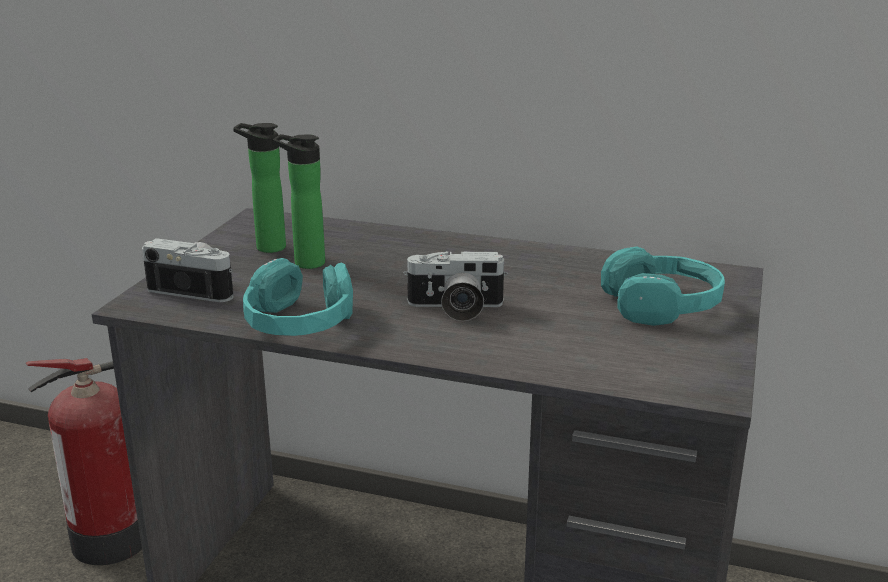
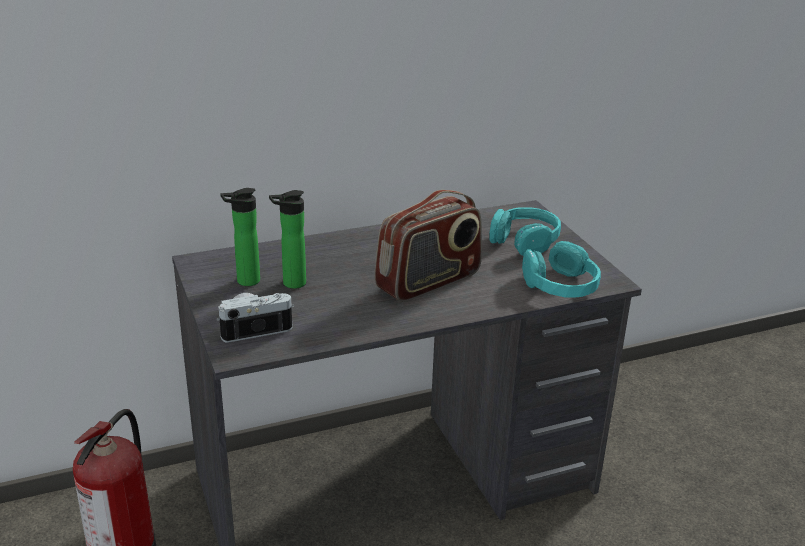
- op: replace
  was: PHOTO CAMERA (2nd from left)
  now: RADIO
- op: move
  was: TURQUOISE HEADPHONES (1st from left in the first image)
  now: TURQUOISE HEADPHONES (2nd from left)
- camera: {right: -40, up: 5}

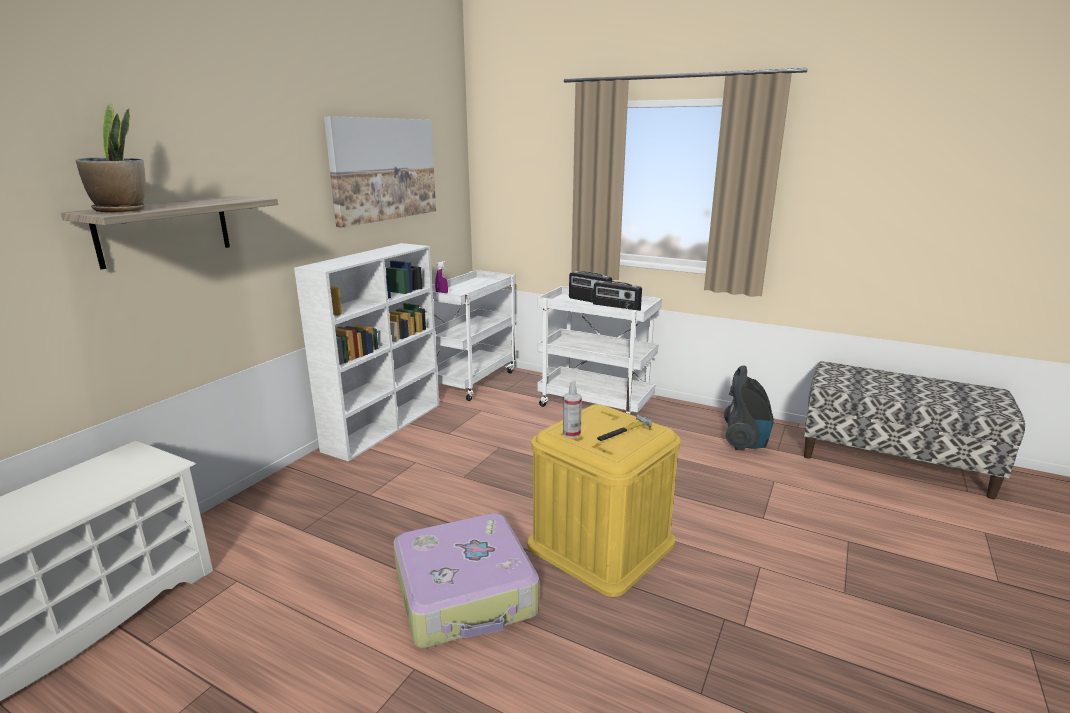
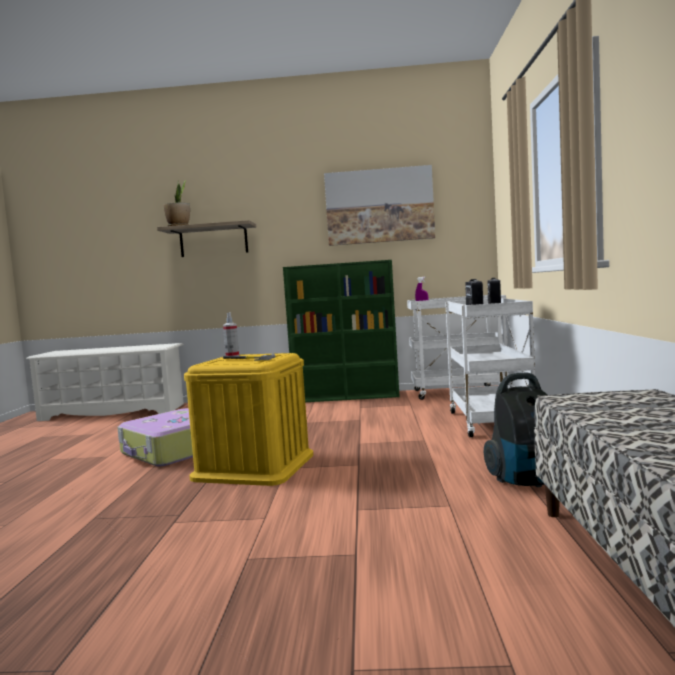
- op: recolor
  was: WHITE BOOKCASE
  now: GREEN BOOKCASE
- camera: {right: 65, up: -15}

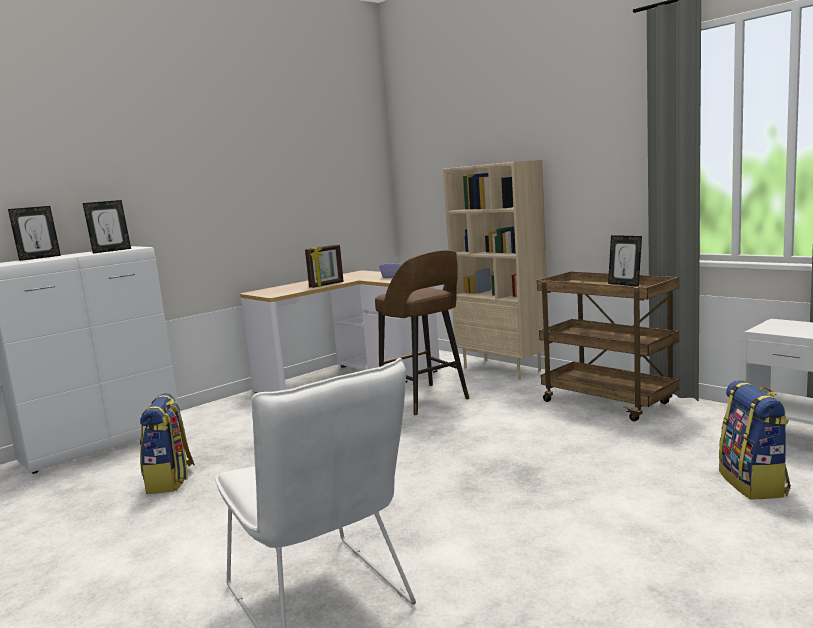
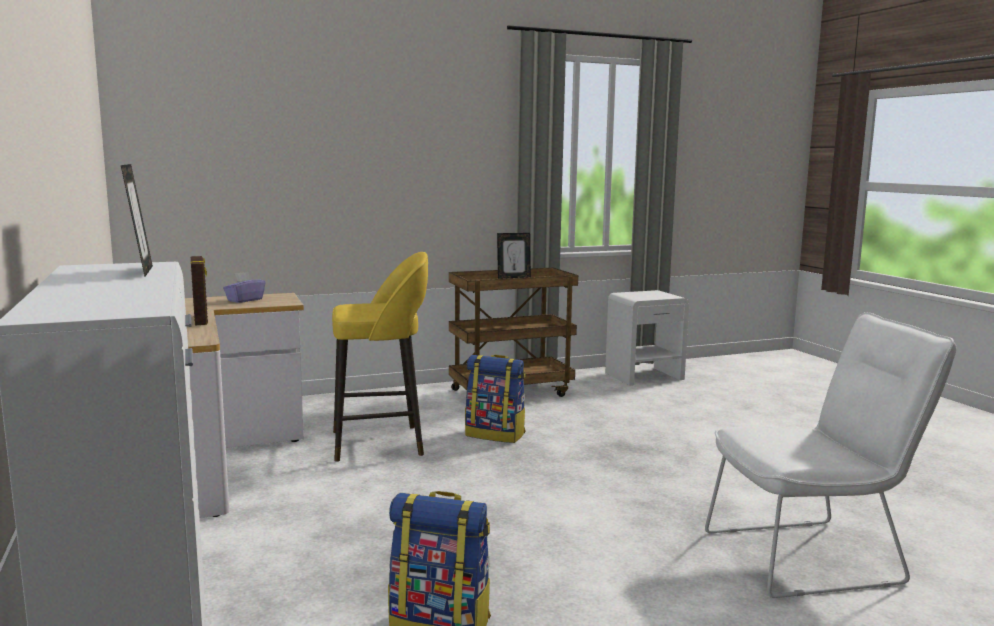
- op: delete
  was: BEIGE BOOKCASE
- op: delete
  was: PICTURE FRAME (1st from left)
- op: recolor
  was: BROWN STOOL
  now: YELLOW STOOL
- op: move
  was: BACKPACK (2nd from left)
- camera: {right: -70, up: 0}

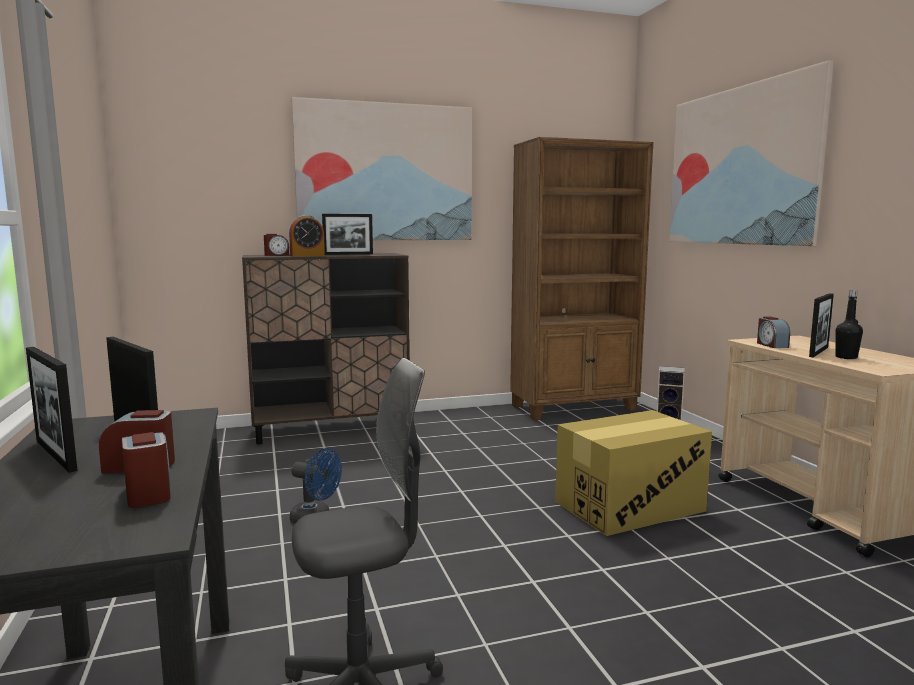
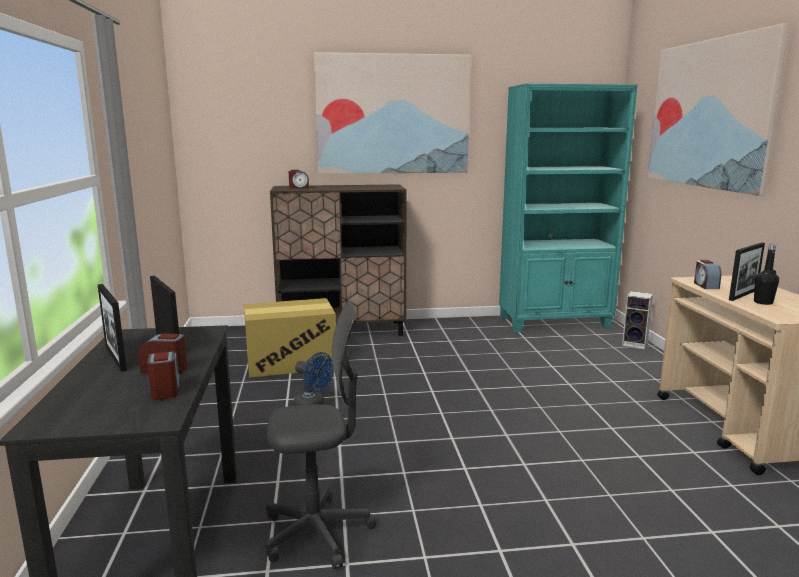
- op: recolor
  was: BROWN BOOKCASE
  now: TURQUOISE BOOKCASE
- op: delete
  was: PICTURE FRAME (3rd from left)
- op: delete
  was: ALARM CLOCK (4th from left)
- op: move
  was: CARDBOARD BOX
- camera: {right: 10, up: 5}

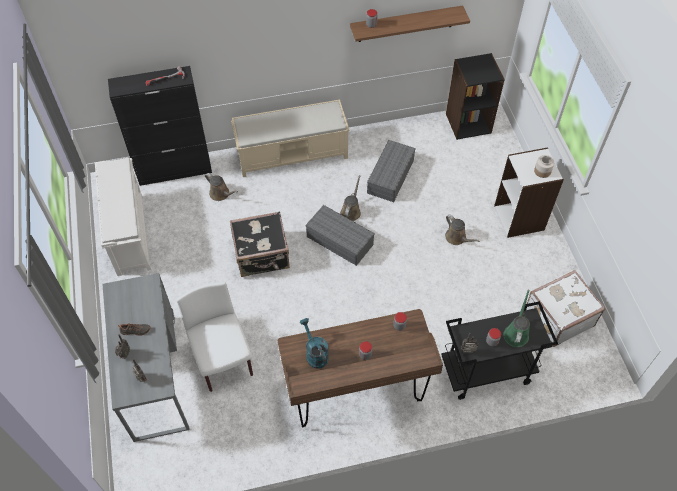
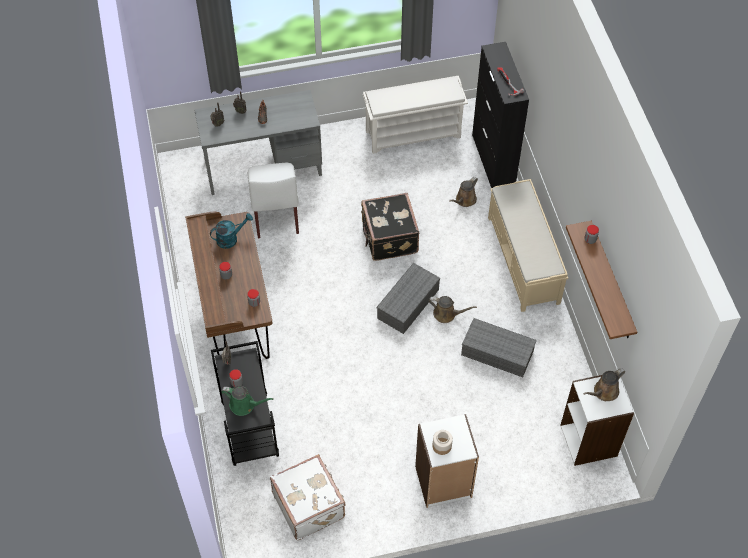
- op: recolor
  was: BLACK BOOKCASE
  now: WHITE BOOKCASE (2nd from left)
- op: move
  was: BROWN WATERING CAN (3rd from left)
- op: rotate
  was: WHITE CHAIR
  clockwise: 105
- camera: {right: 90, up: 0}

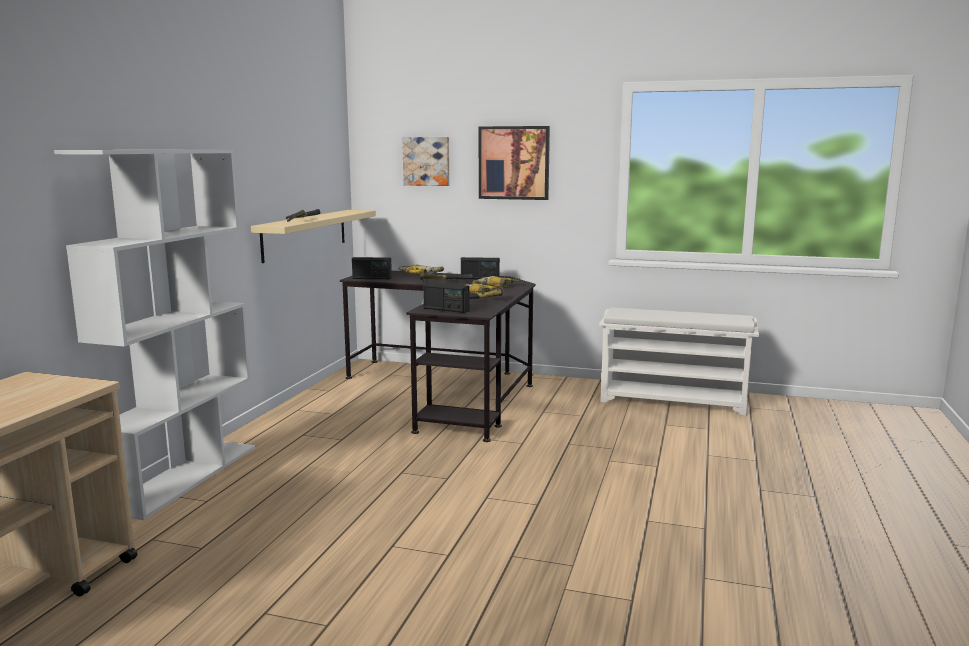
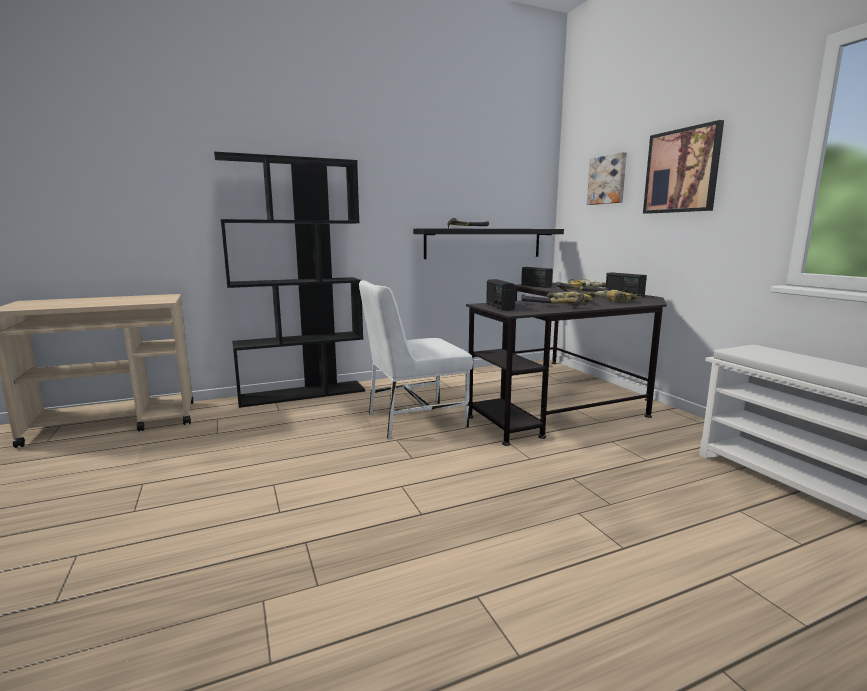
- op: recolor
  was: WHITE BOOKCASE
  now: BLACK BOOKCASE
- op: recolor
  was: BEIGE SHELF
  now: BLACK SHELF
- op: insert
  now: WHITE CHAIR
- camera: {right: 50, up: 0}

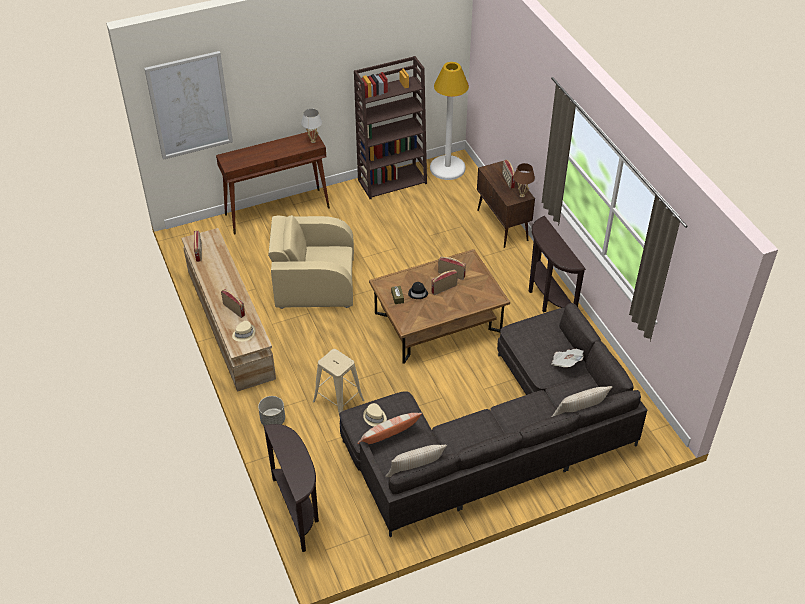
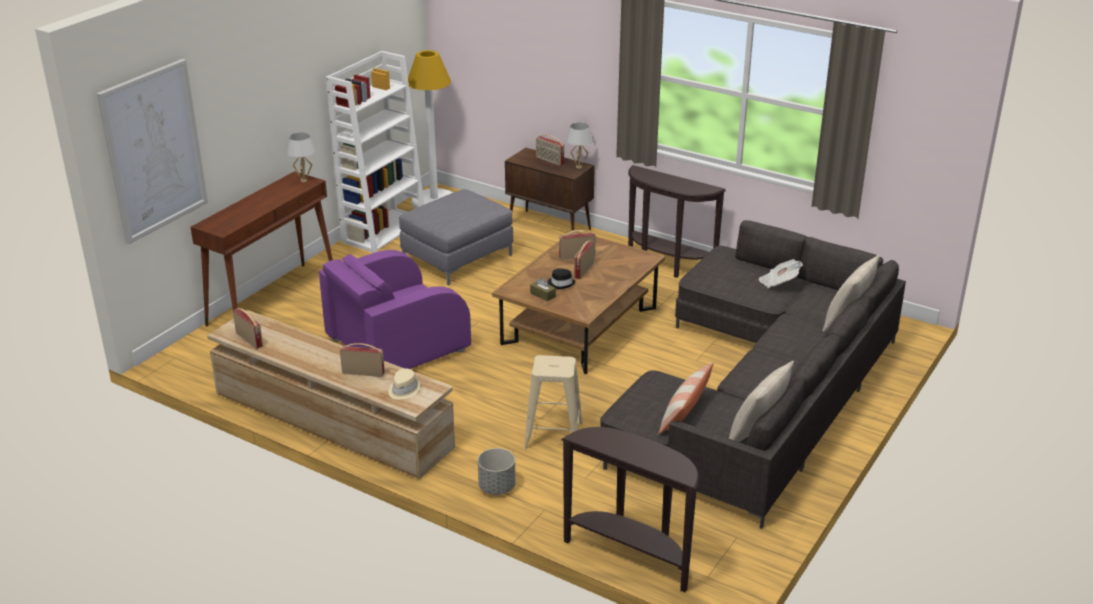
- op: recolor
  was: BROWN BOOKCASE
  now: WHITE BOOKCASE
- op: recolor
  was: BROWN TABLE LAMP
  now: WHITE TABLE LAMP (2nd from left)
- op: recolor
  was: BEIGE ARMCHAIR
  now: PURPLE ARMCHAIR
- op: delete
  was: BEIGE HAT (2nd from left)
- op: insert
  now: GREY OTTOMAN
- camera: {right: -35, up: -15}

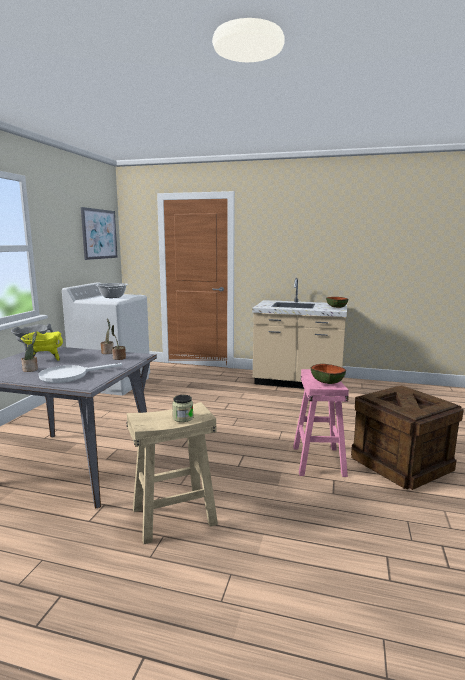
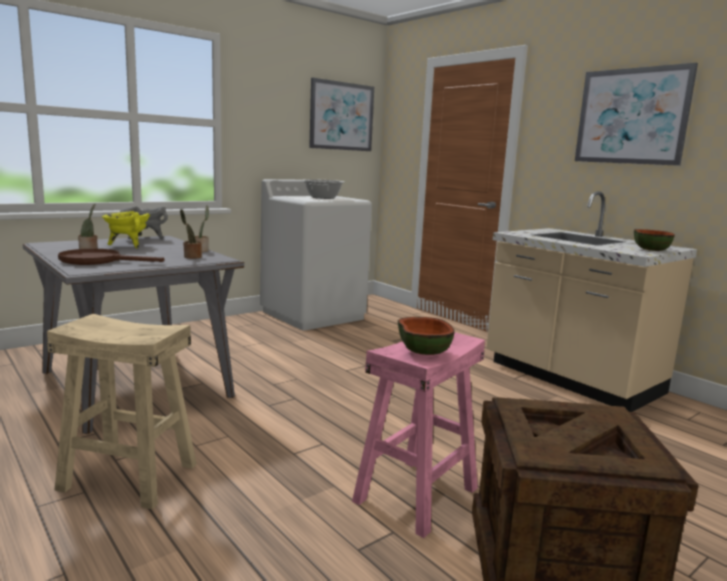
- op: recolor
  was: WHITE FRYING PAN
  now: BROWN FRYING PAN
- op: delete
  was: JAR
- op: insert
  now: PICTURE (2nd from left)
- camera: {right: 35, up: 0}

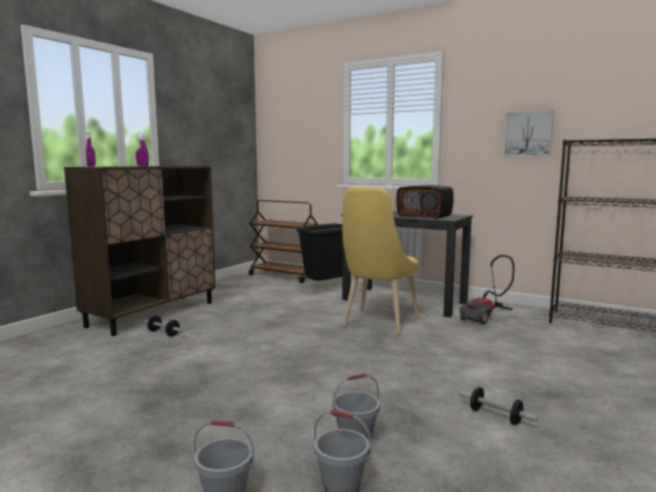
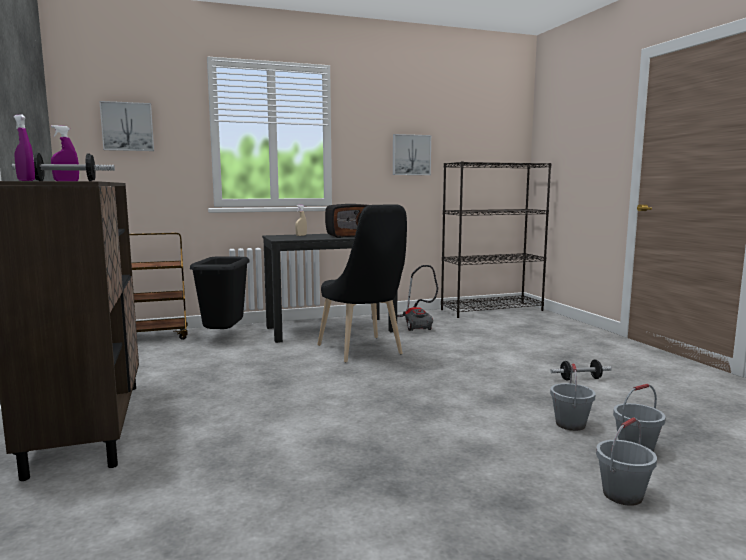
- op: recolor
  was: YELLOW CHAIR
  now: BLACK CHAIR
- op: move
  was: DUMBBELL (1st from left)
- op: insert
  now: PICTURE (1st from left)
- camera: {right: -50, up: 0}

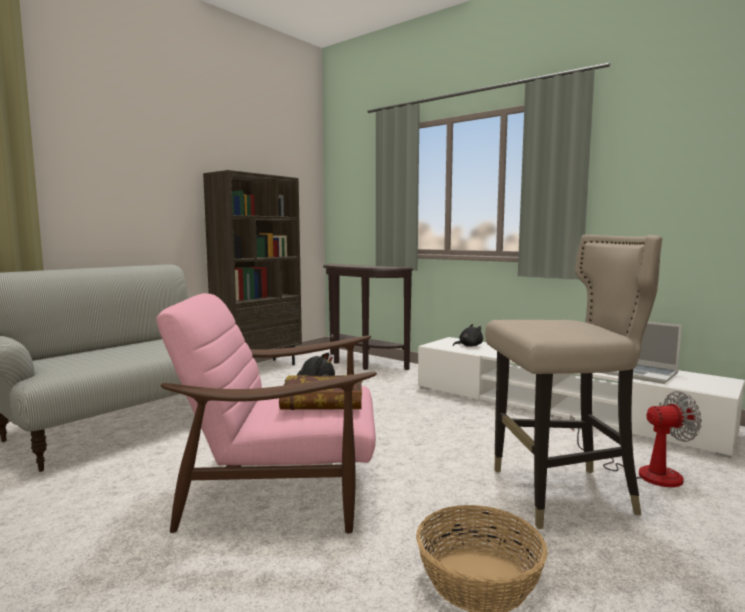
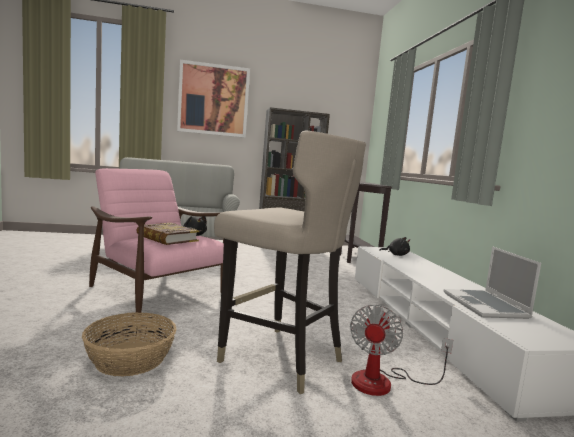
- op: rotate
  was: FAN
  clockwise: 75
- op: insert
  now: PICTURE
- camera: {right: 40, up: 0}

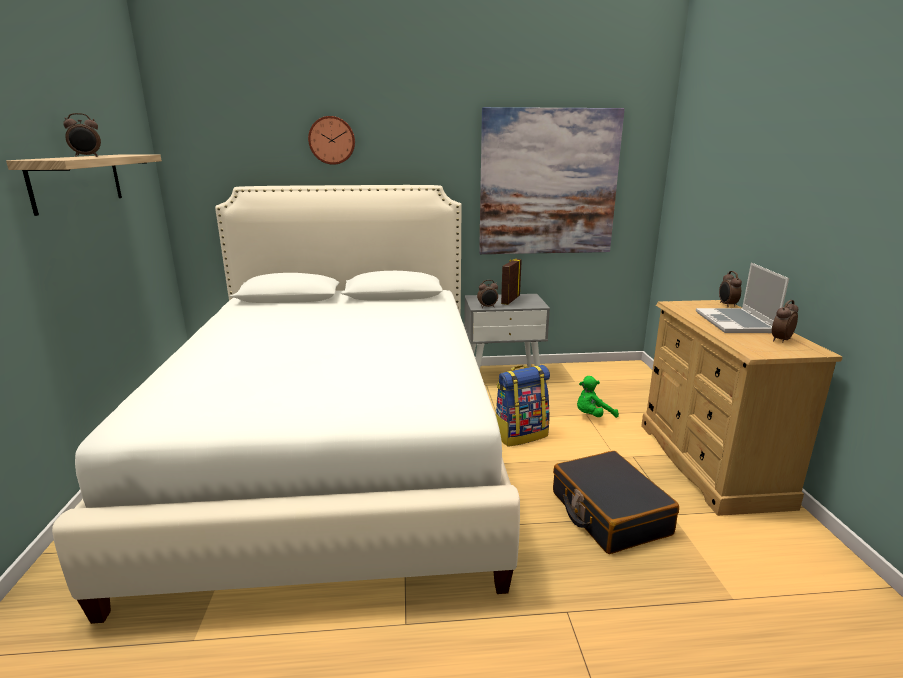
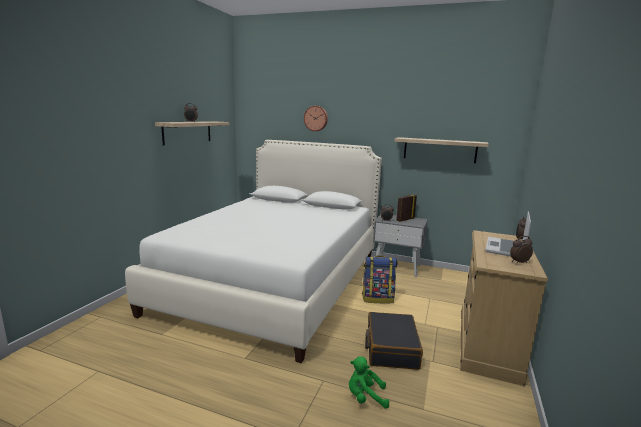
- op: replace
  was: PICTURE
  now: SHELF (2nd from left)
- op: move
  was: GREEN PLUSH TOY
- camera: {right: 25, up: -5}

